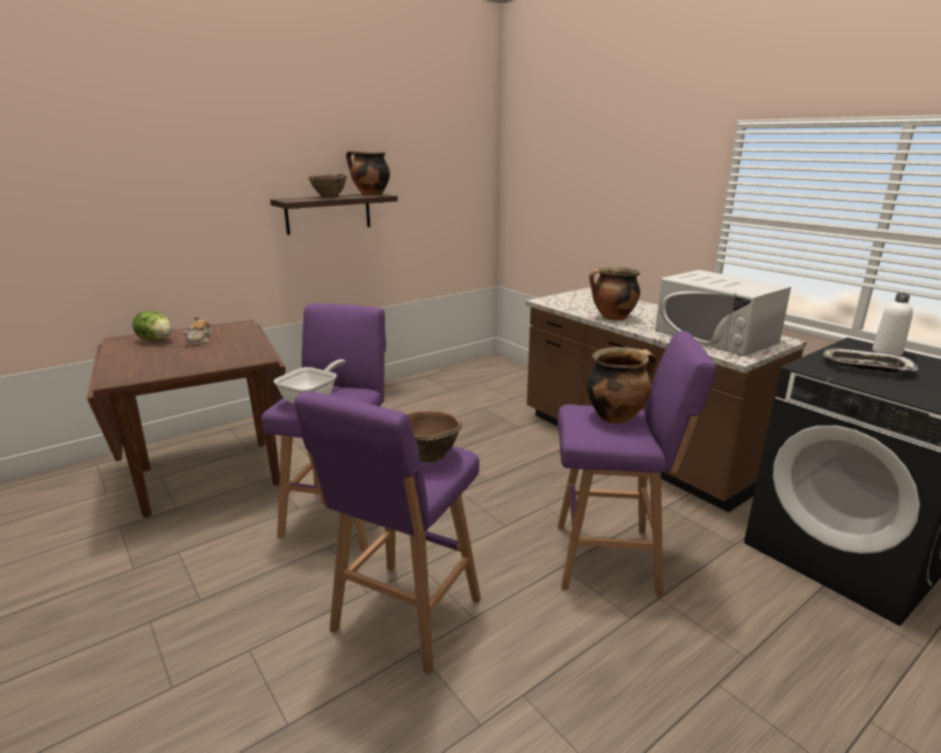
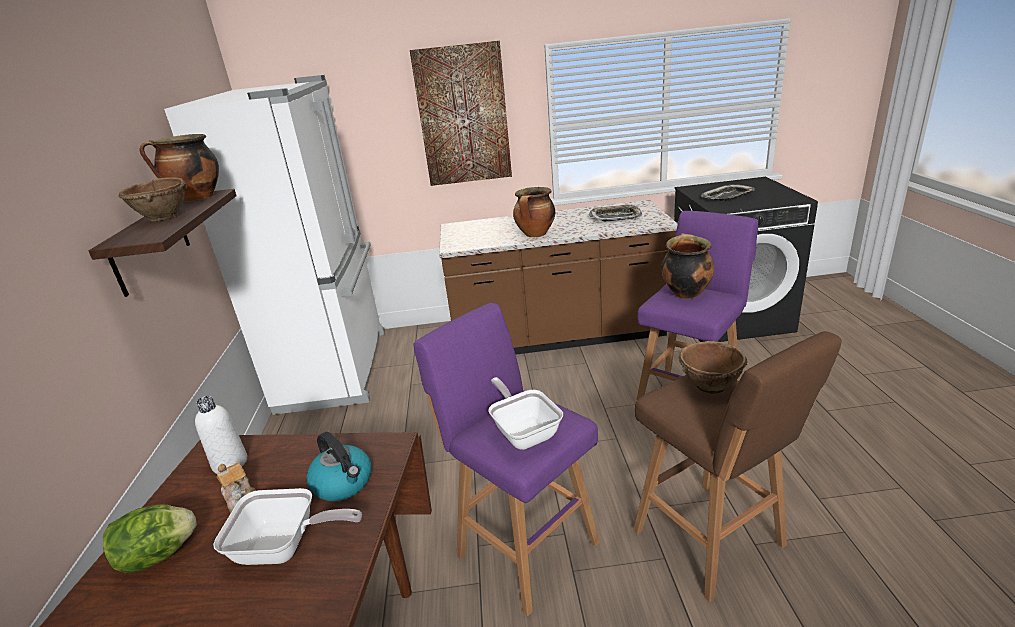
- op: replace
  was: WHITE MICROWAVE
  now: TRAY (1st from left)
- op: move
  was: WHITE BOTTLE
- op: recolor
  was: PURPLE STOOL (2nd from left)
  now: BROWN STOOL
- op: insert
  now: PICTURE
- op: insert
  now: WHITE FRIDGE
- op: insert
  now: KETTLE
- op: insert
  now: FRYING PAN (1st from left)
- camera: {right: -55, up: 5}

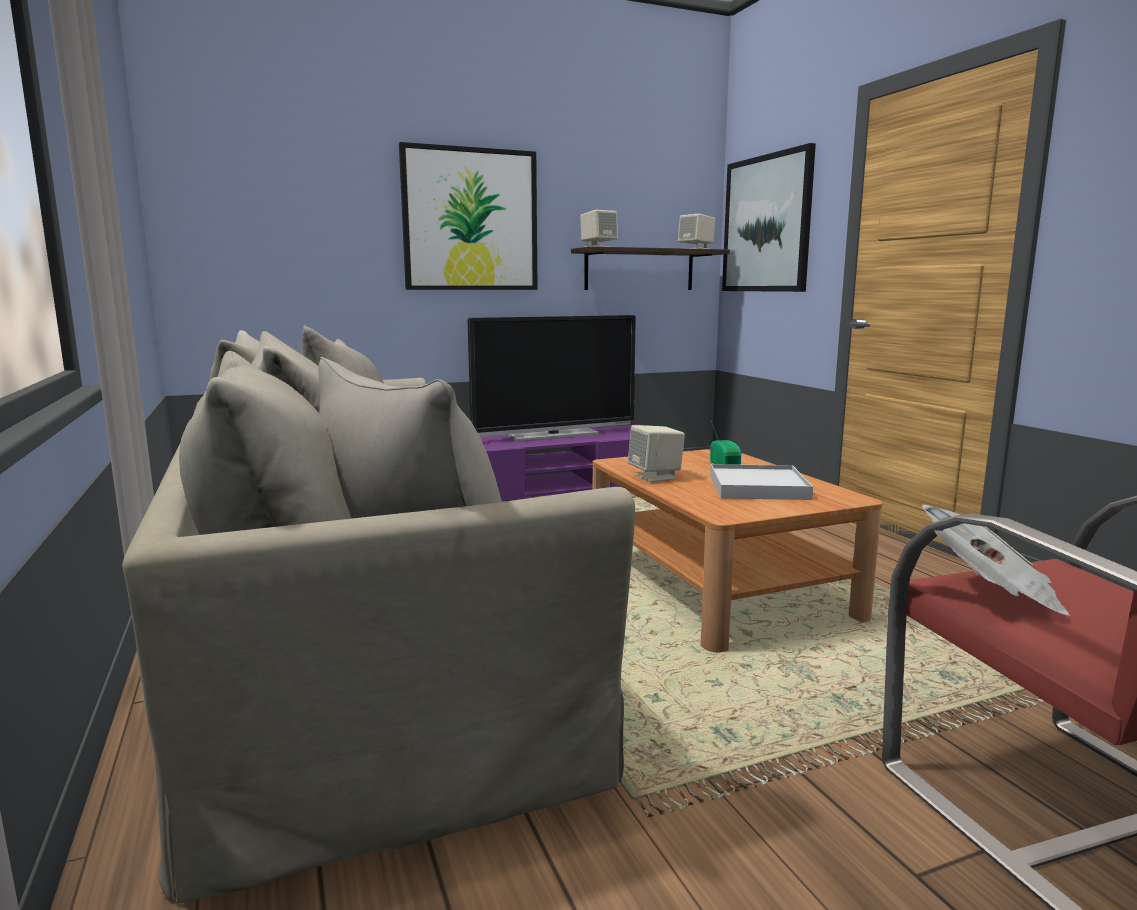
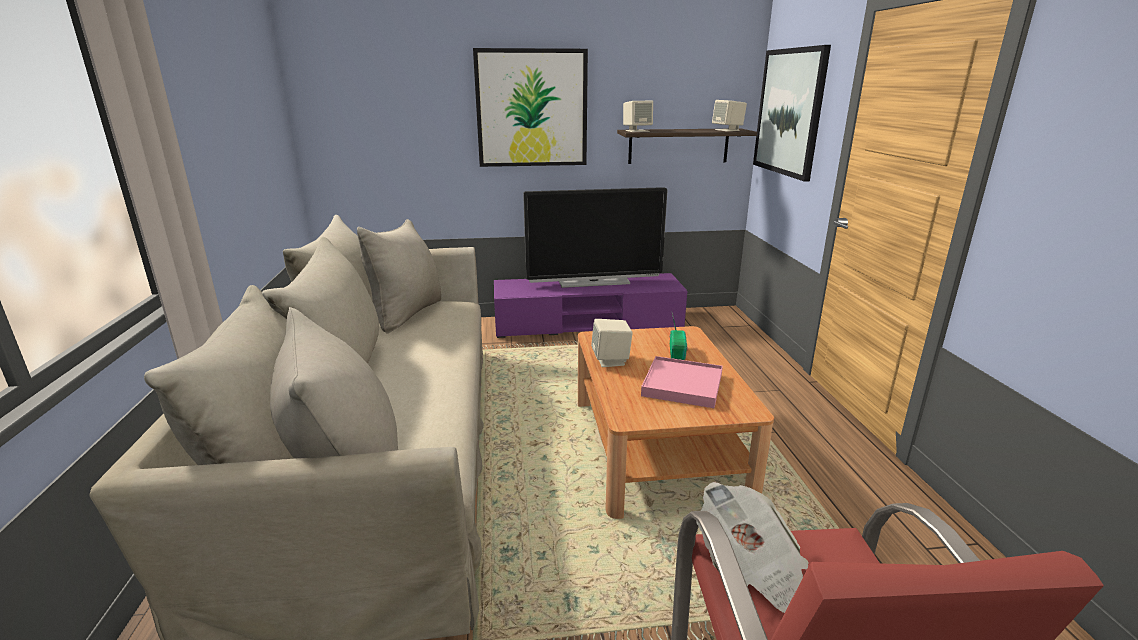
- op: recolor
  was: WHITE TRAY
  now: PINK TRAY
- camera: {right: 15, up: 10}

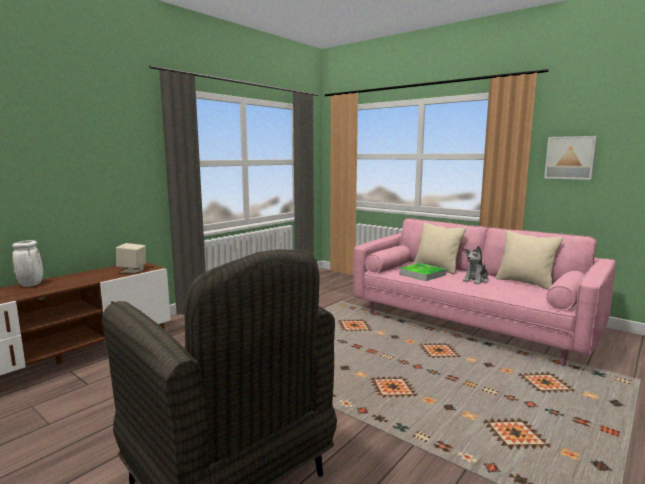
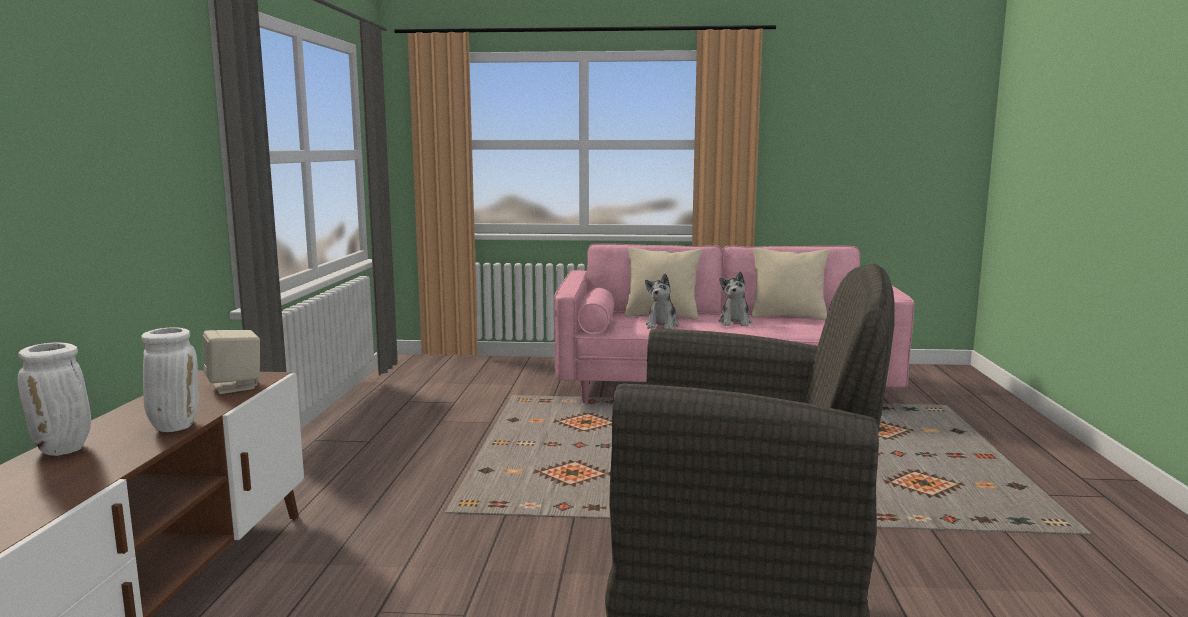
- op: delete
  was: PICTURE
- op: replace
  was: TRAY
  now: PLUSH TOY (1st from left)
- op: insert
  now: WHITE VASE (2nd from left)
- camera: {right: -35, up: 0}

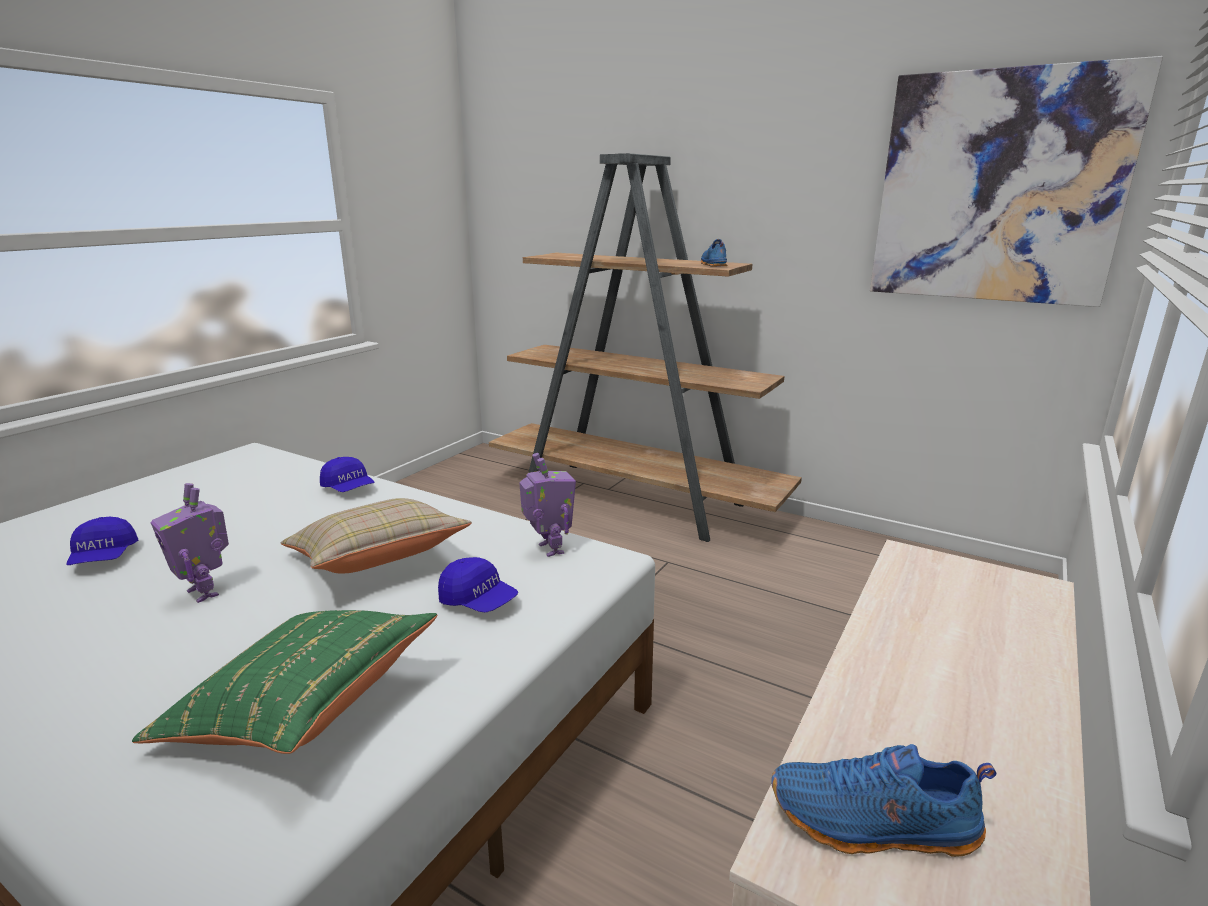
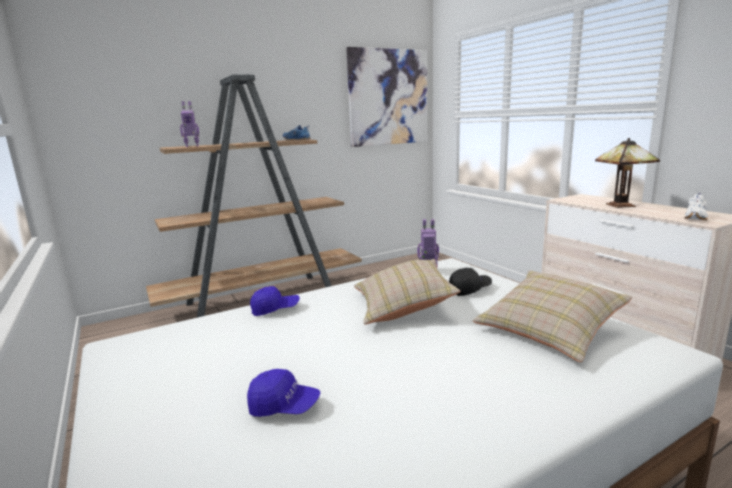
- op: move
  was: TOY ROBOT (1st from left)
- op: recolor
  was: BLUE CAP (3rd from left)
  now: BLACK CAP
- op: recolor
  was: GREEN PILLOW
  now: BEIGE PILLOW (2nd from left)
- op: recolor
  was: BLUE SHOE (2nd from left)
  now: WHITE SHOE
- op: insert
  now: TABLE LAMP
- camera: {right: -60, up: -5}

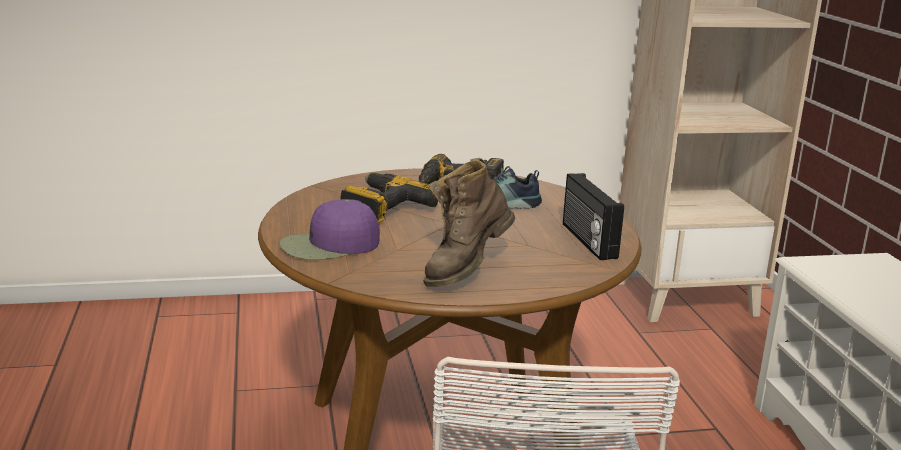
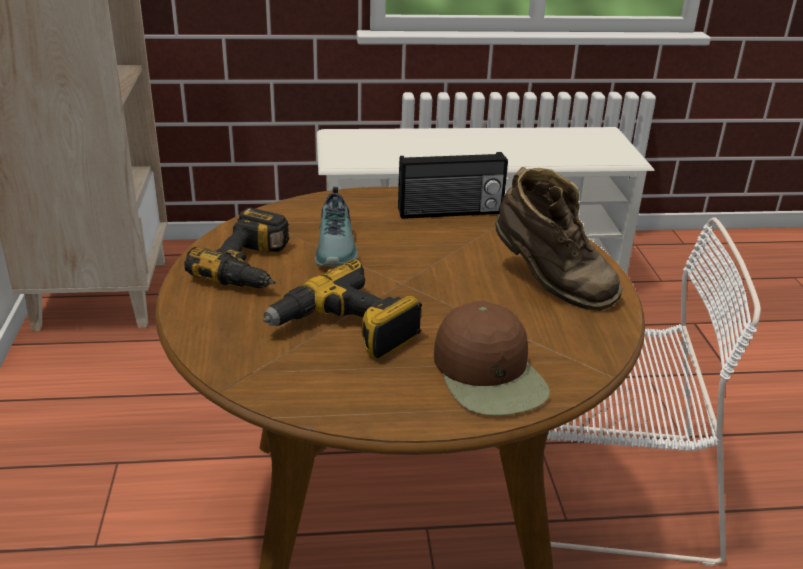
- op: recolor
  was: PURPLE CAP
  now: BROWN CAP
- camera: {right: -85, up: 10}

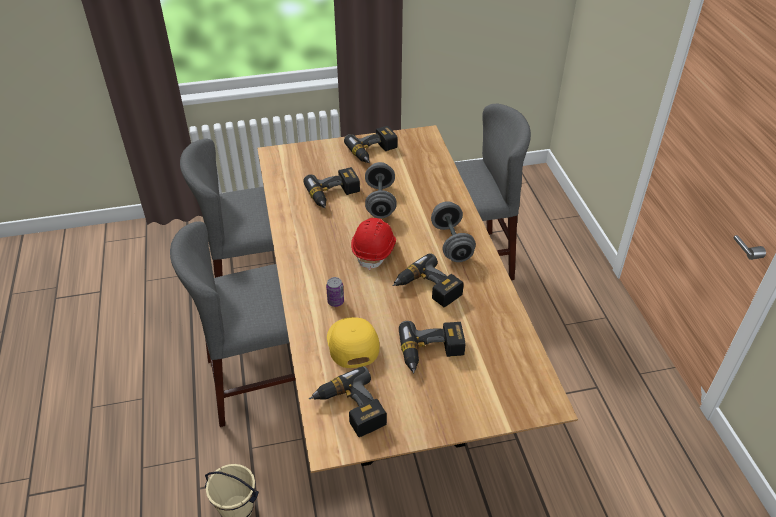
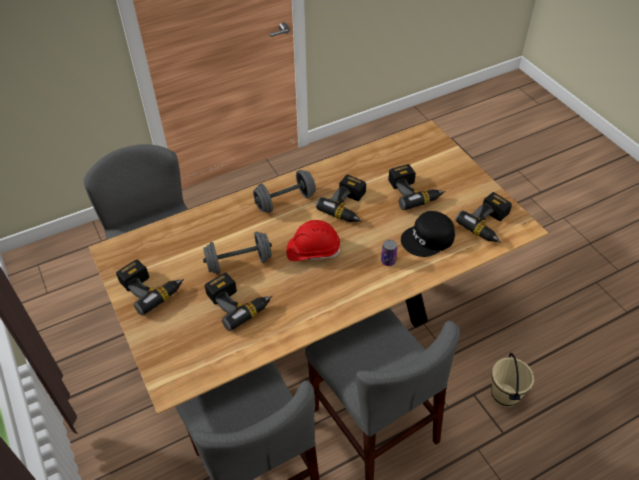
- op: recolor
  was: YELLOW CAP
  now: BLACK CAP
- camera: {right: -105, up: 5}

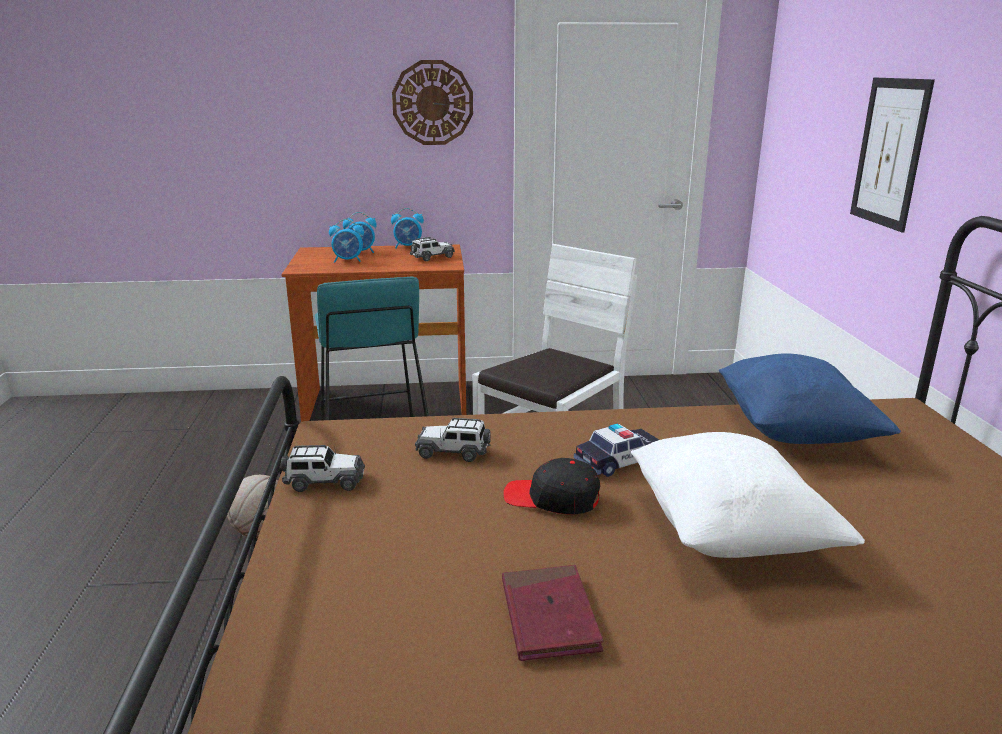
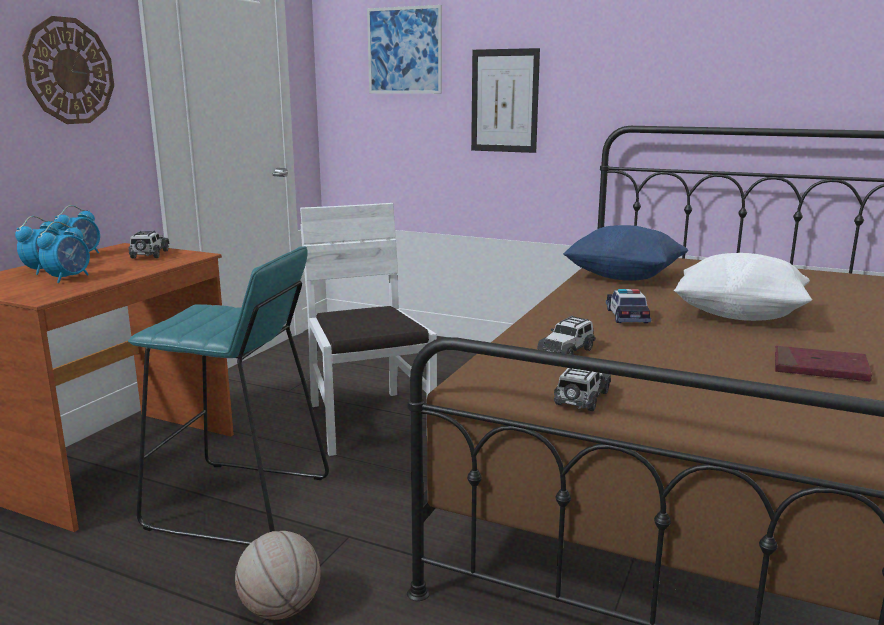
- op: delete
  was: BLACK CAP
- op: insert
  now: PICTURE (1st from left)
- camera: {right: -60, up: -5}

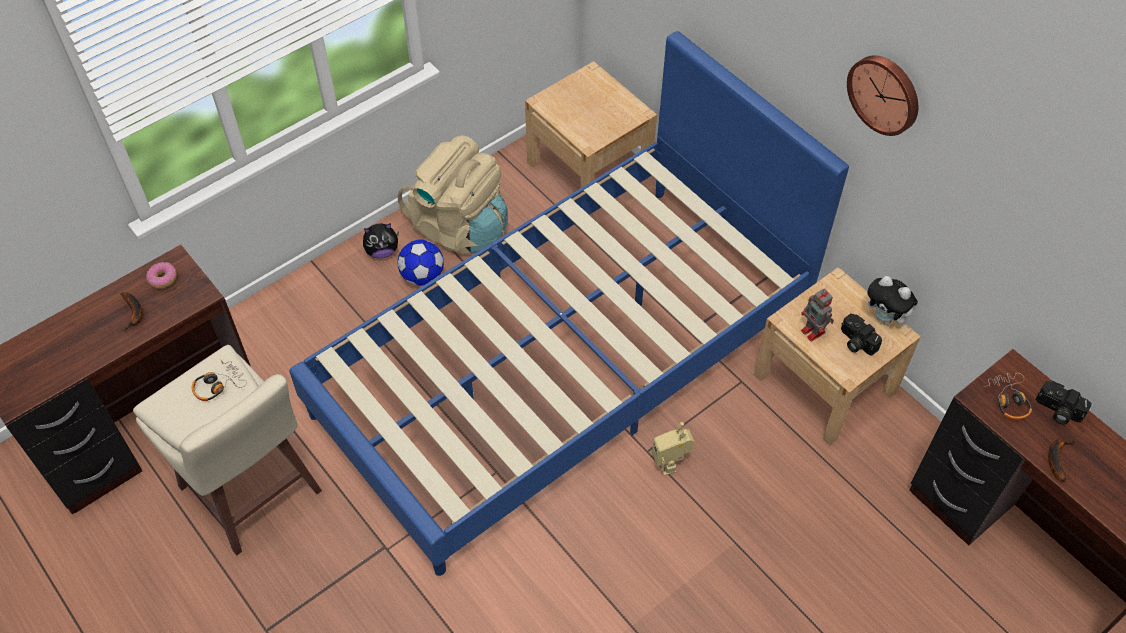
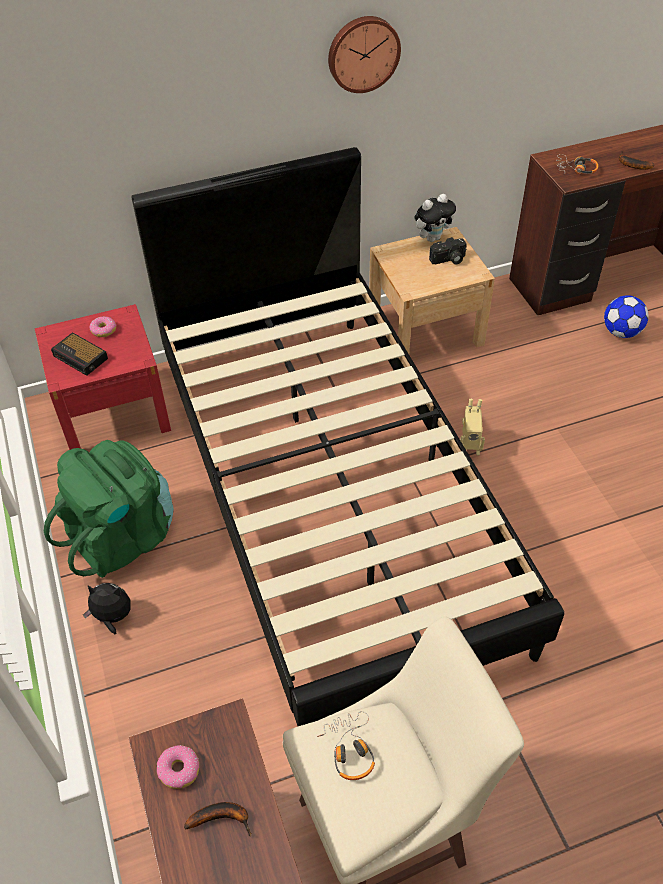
- op: recolor
  was: BLUE BED
  now: BLACK BED
- op: recolor
  was: BEIGE NIGHTSTAND (1st from left)
  now: RED NIGHTSTAND
- op: recolor
  was: BEIGE BACKPACK
  now: GREEN BACKPACK
- op: rotate
  was: PLUSH TOY (1st from left)
  clockwise: -90
- op: move
  was: FOOTBALL
- op: delete
  was: TOY ROBOT (2nd from left)
- op: delete
  was: PHOTO CAMERA (2nd from left)
- op: insert
  now: DONUT (1st from left)
- op: insert
  now: ALARM CLOCK
- camera: {right: -70, up: -5}

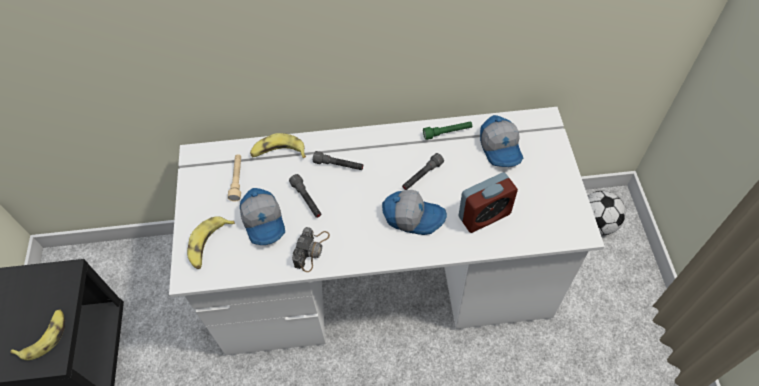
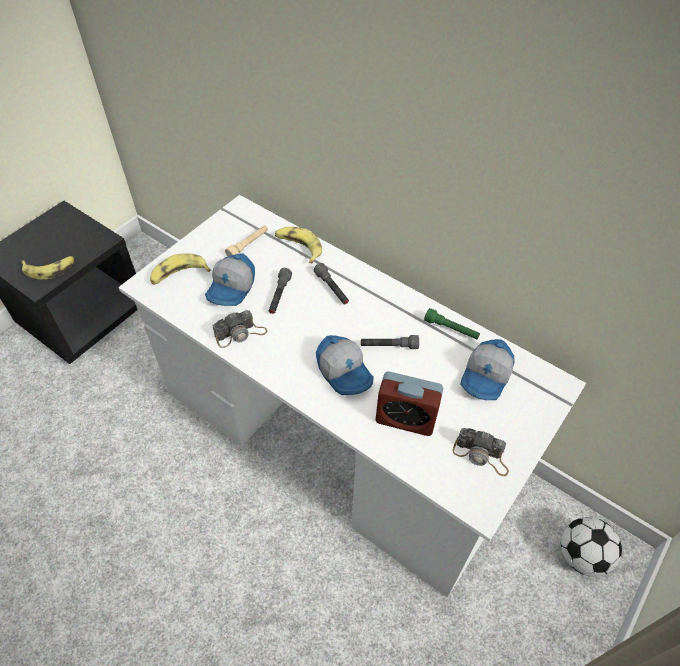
- op: insert
  now: PHOTO CAMERA (2nd from left)
- camera: {right: 40, up: -5}

